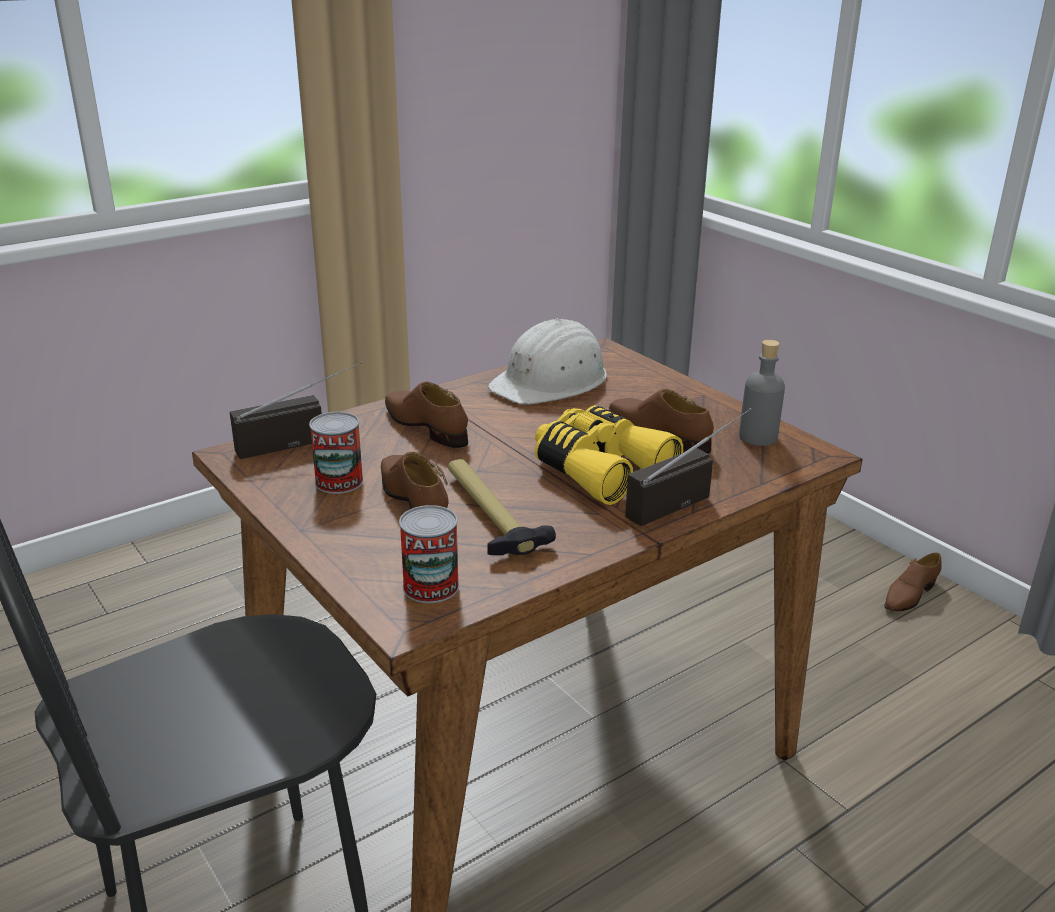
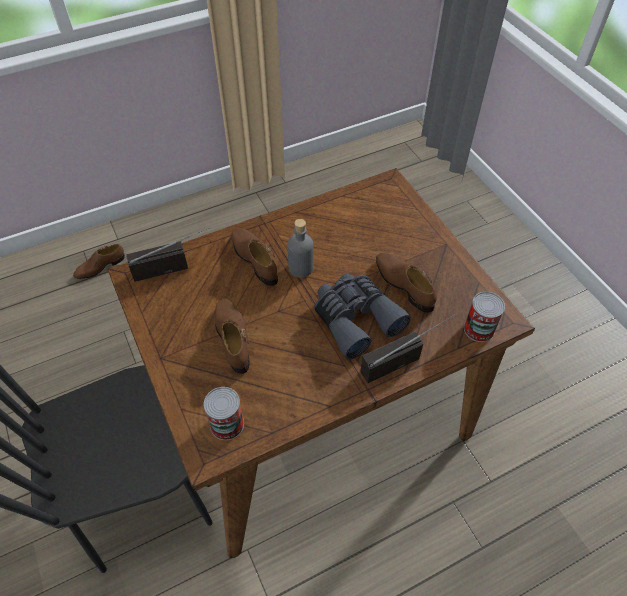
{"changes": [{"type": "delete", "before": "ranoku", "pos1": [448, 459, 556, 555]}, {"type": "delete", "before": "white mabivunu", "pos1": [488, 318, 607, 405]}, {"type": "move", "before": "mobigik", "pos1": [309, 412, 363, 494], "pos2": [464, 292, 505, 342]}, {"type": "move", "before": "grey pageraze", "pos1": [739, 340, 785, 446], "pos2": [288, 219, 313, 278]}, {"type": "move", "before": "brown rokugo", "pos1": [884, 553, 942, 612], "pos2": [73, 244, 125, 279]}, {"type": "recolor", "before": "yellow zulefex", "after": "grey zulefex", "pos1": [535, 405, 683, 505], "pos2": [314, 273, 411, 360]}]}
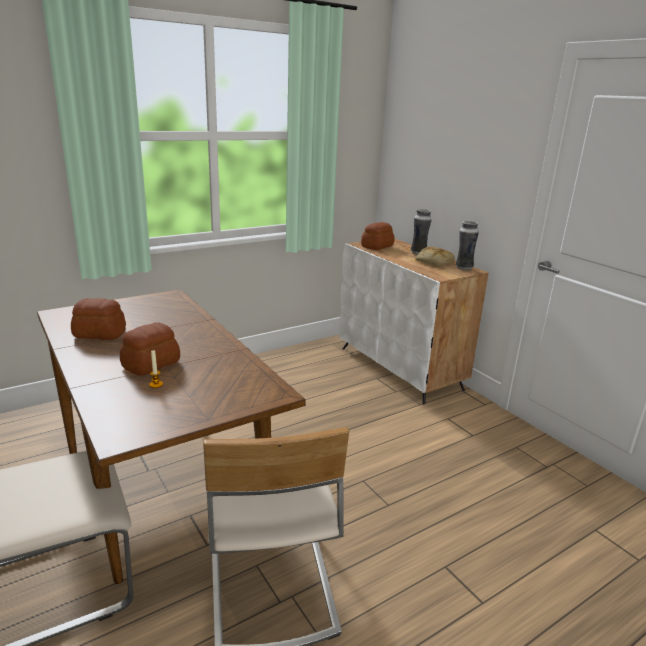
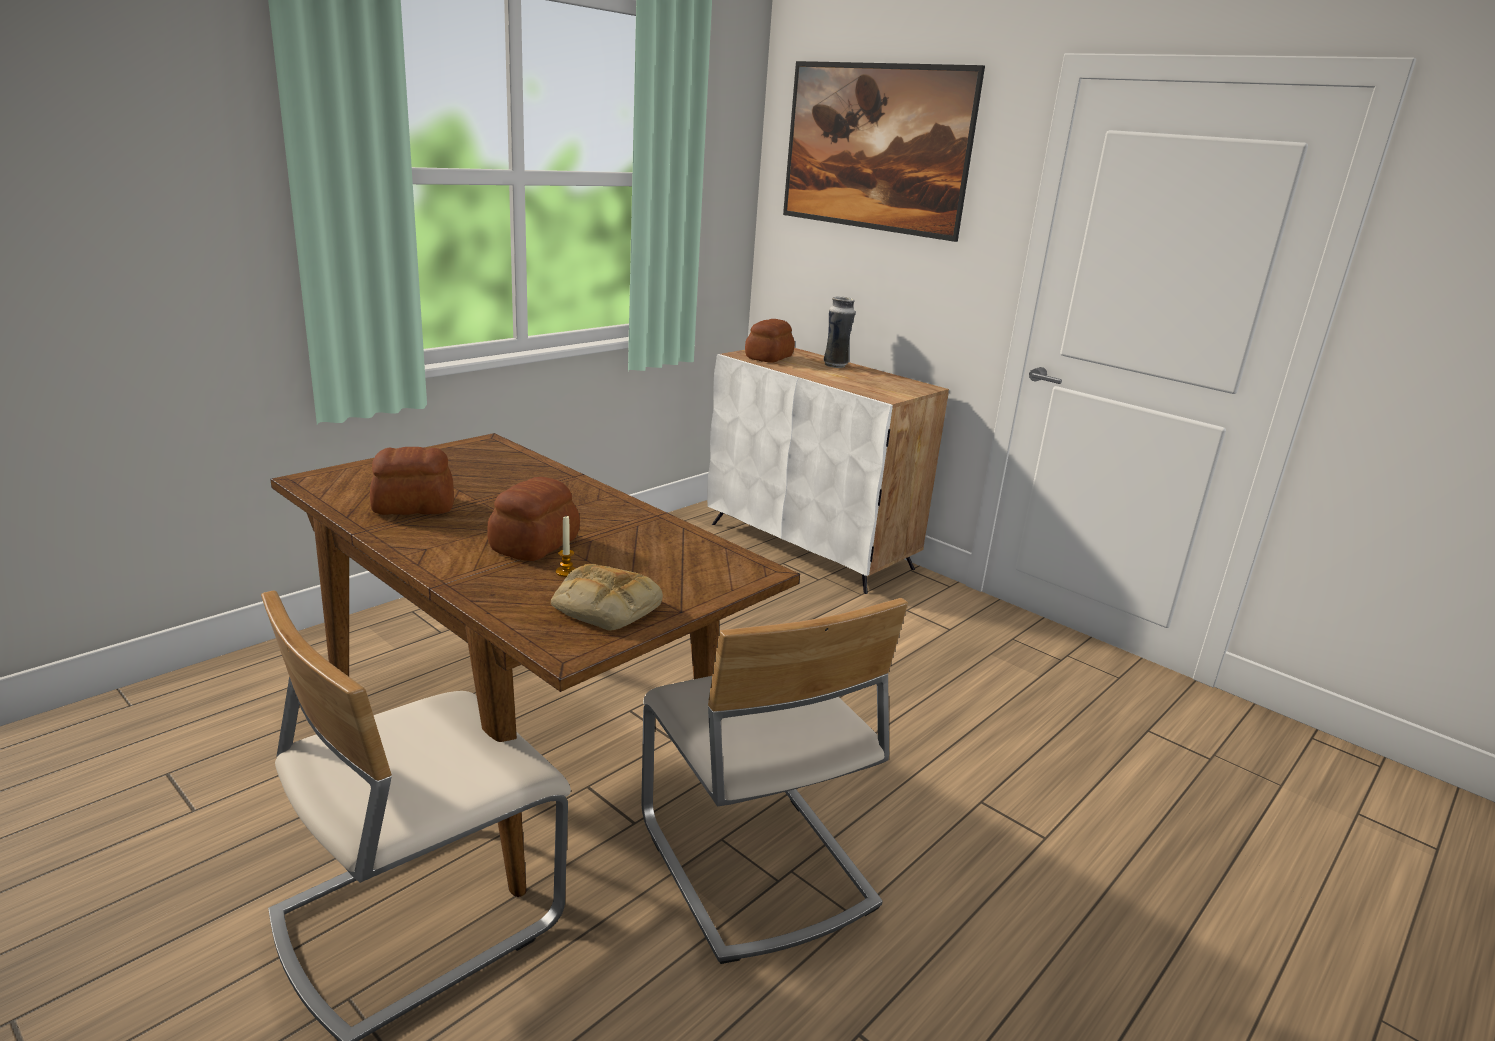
{"changes": [{"type": "delete", "before": "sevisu", "pos1": [456, 221, 479, 271]}, {"type": "insert", "after": "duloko", "pos2": [783, 61, 985, 242]}, {"type": "move", "before": "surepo", "pos1": [415, 247, 455, 267], "pos2": [551, 564, 663, 631]}]}
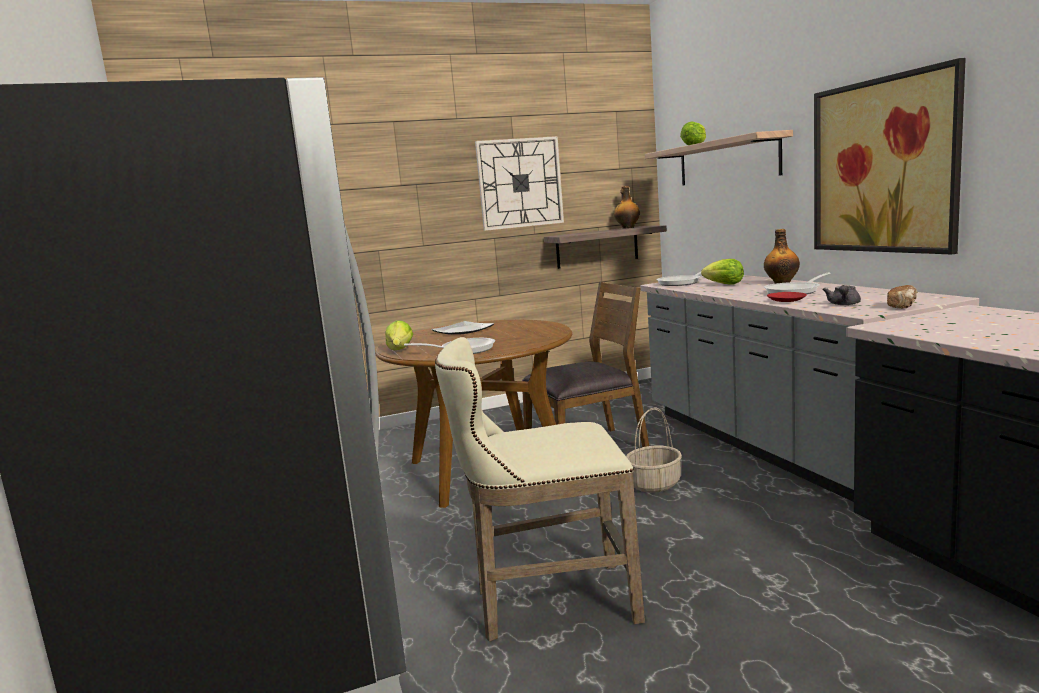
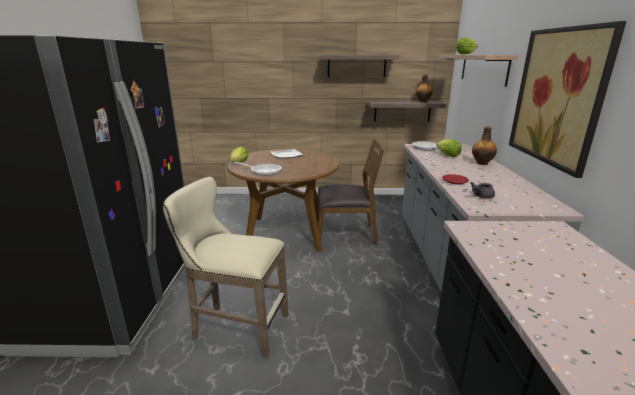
{"changes": [{"type": "delete", "before": "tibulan", "pos1": [626, 407, 682, 493]}, {"type": "delete", "before": "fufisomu", "pos1": [764, 272, 831, 294]}, {"type": "delete", "before": "surepo", "pos1": [887, 285, 918, 309]}, {"type": "replace", "before": "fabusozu", "after": "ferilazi", "pos1": [475, 136, 564, 231], "pos2": [320, 55, 399, 77]}]}
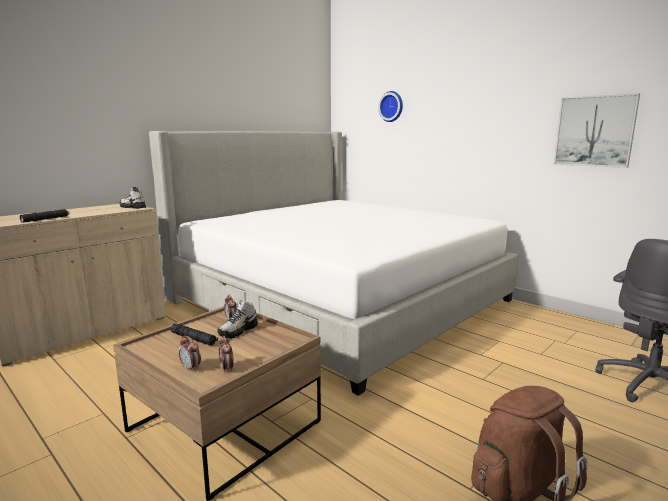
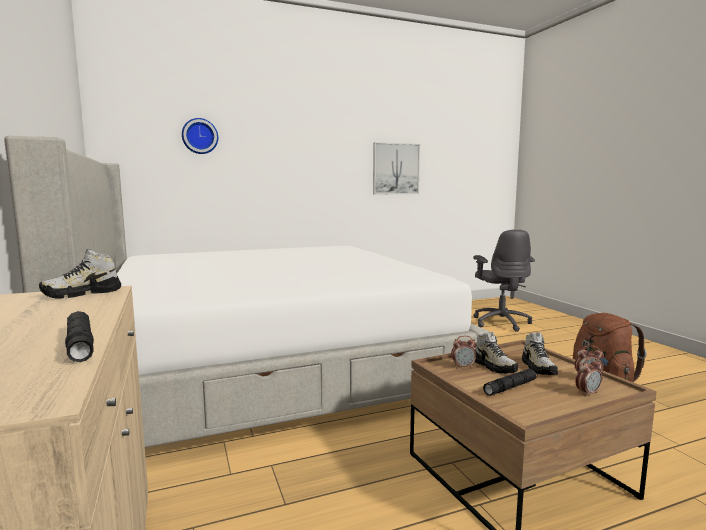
{"changes": [{"type": "insert", "after": "rokugo", "pos2": [522, 333, 558, 375]}]}
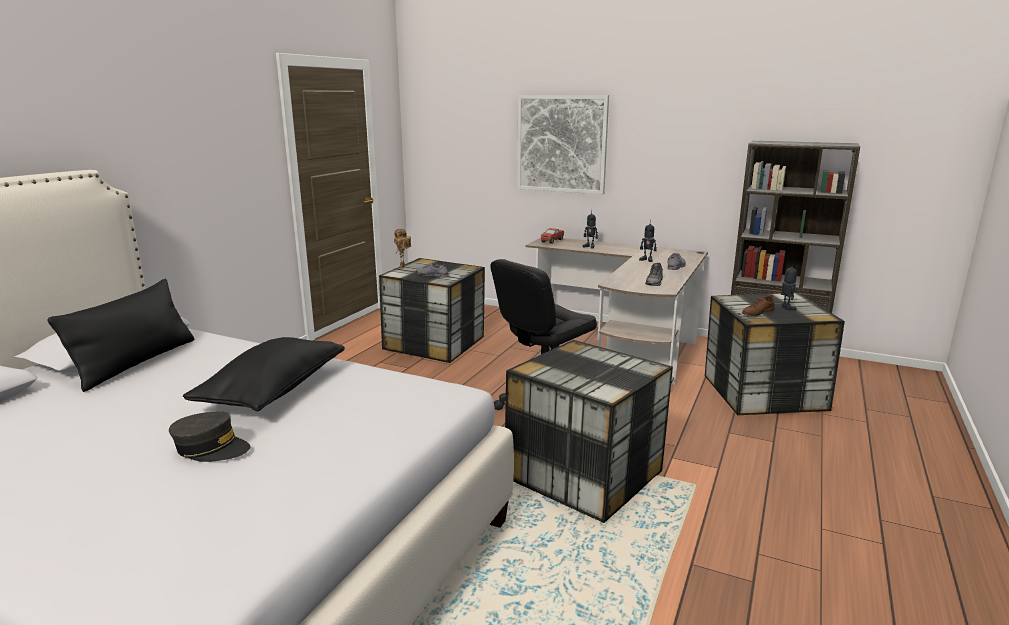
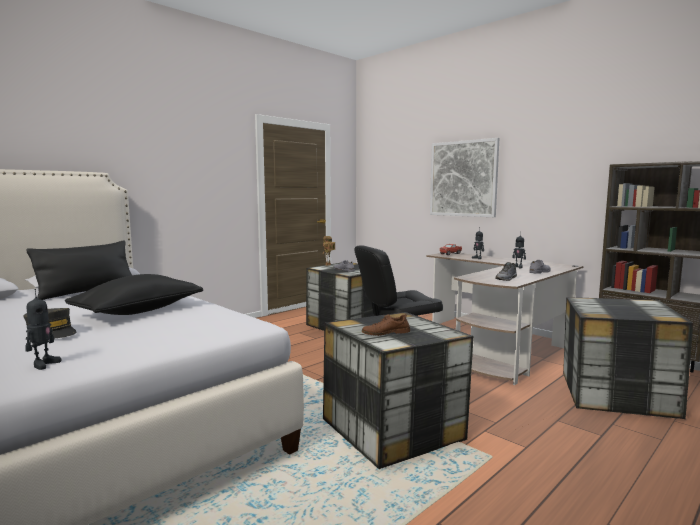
{"changes": [{"type": "move", "before": "brown rokugo", "pos1": [742, 295, 775, 316], "pos2": [362, 314, 410, 336]}, {"type": "move", "before": "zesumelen", "pos1": [781, 261, 797, 311], "pos2": [25, 289, 61, 370]}]}
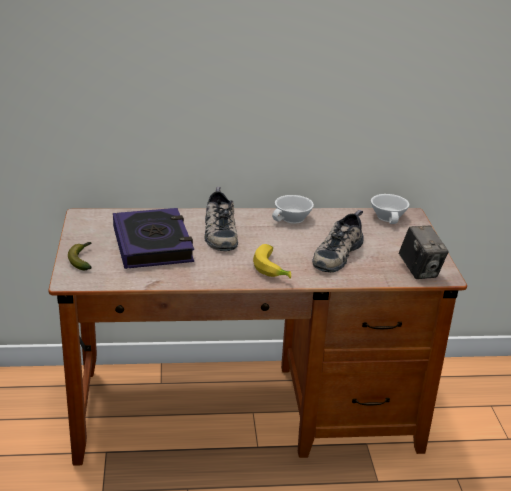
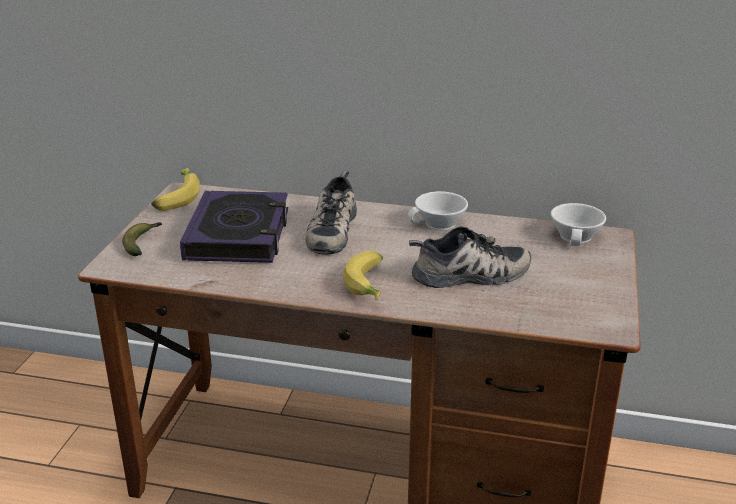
{"changes": [{"type": "delete", "before": "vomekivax", "pos1": [399, 226, 449, 279]}, {"type": "insert", "after": "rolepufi", "pos2": [151, 168, 200, 211]}, {"type": "rotate", "before": "rokugo", "pos1": [312, 210, 363, 272], "pos2": [409, 226, 531, 288], "turn": -150}]}
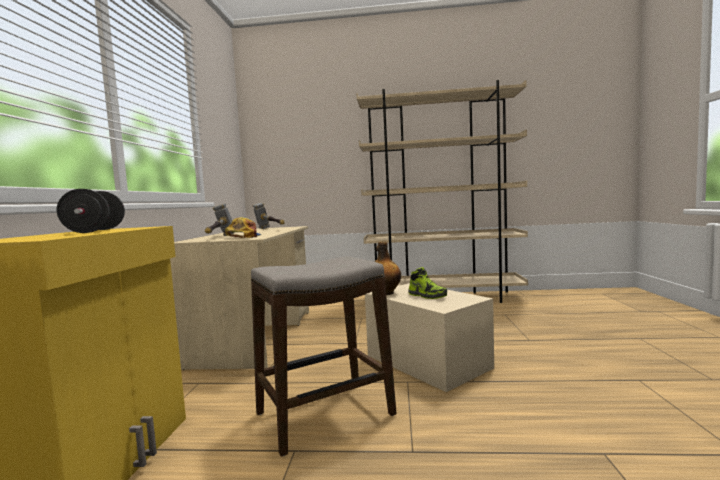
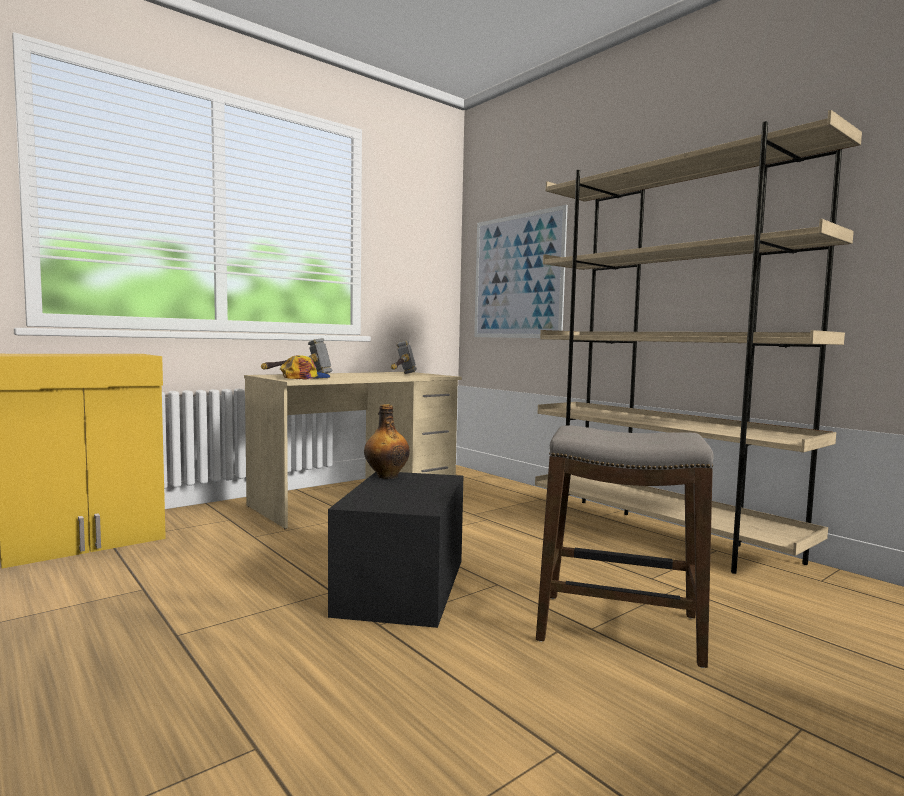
{"changes": [{"type": "delete", "before": "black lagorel", "pos1": [57, 189, 125, 233]}, {"type": "delete", "before": "rokugo", "pos1": [408, 267, 447, 299]}, {"type": "insert", "after": "duloko", "pos2": [474, 205, 568, 338]}, {"type": "move", "before": "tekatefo", "pos1": [251, 256, 397, 457], "pos2": [536, 425, 714, 668]}, {"type": "recolor", "before": "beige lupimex", "after": "black lupimex", "pos1": [365, 283, 494, 392], "pos2": [328, 472, 463, 628]}]}
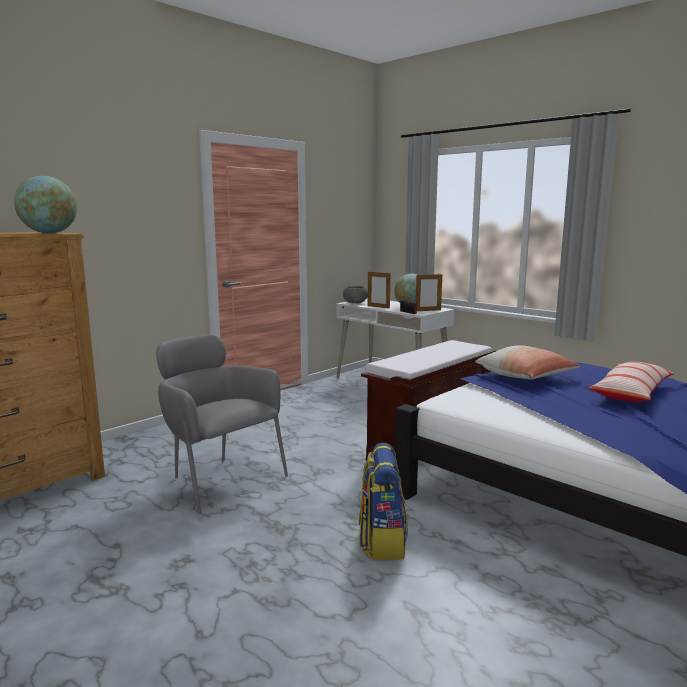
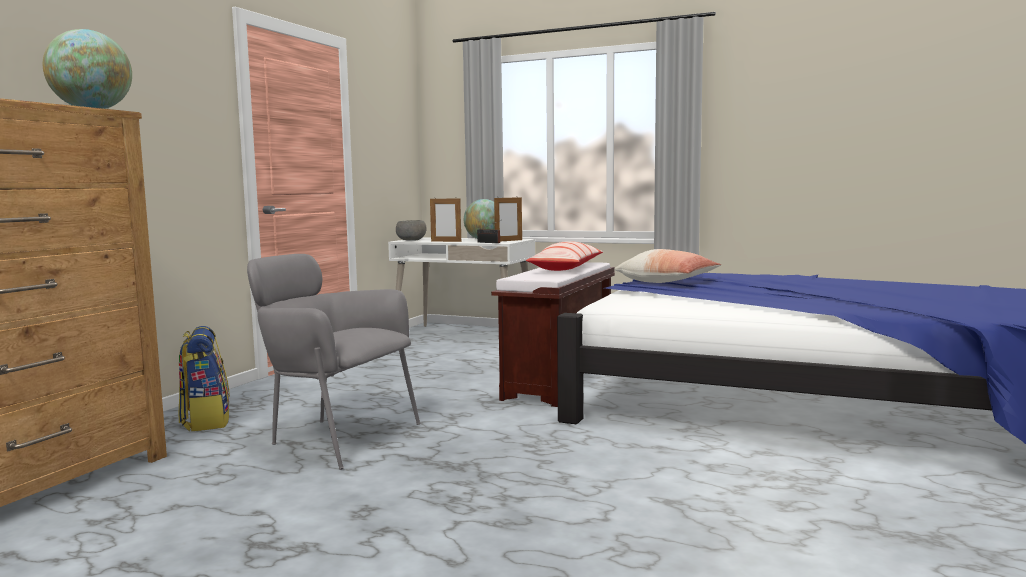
{"changes": [{"type": "move", "before": "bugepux", "pos1": [359, 443, 408, 560], "pos2": [178, 326, 230, 431]}, {"type": "move", "before": "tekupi", "pos1": [588, 362, 674, 402], "pos2": [526, 241, 603, 271]}]}
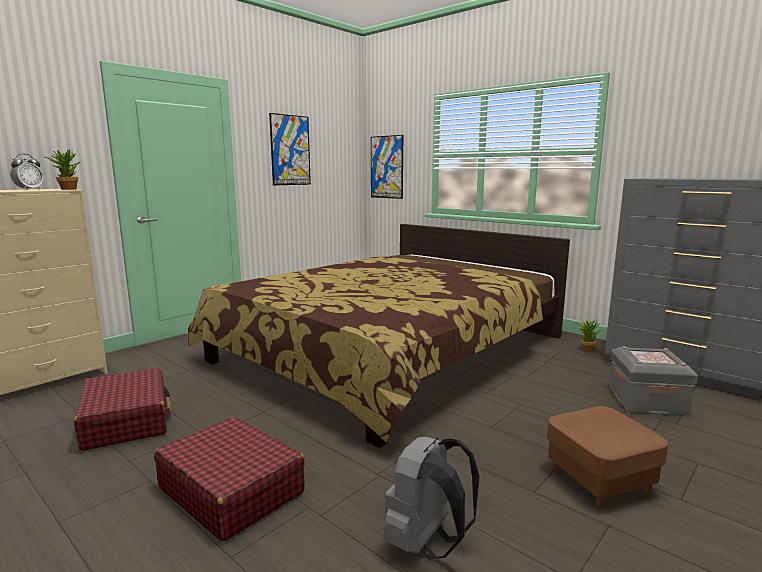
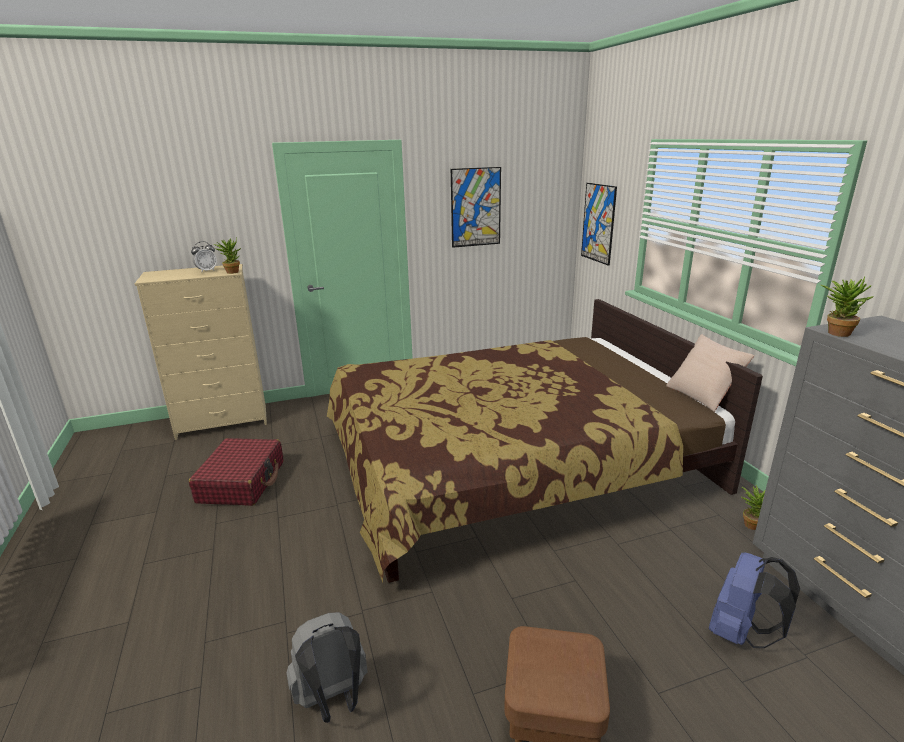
{"changes": [{"type": "delete", "before": "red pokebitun", "pos1": [154, 417, 305, 542]}, {"type": "insert", "after": "beige tekupi", "pos2": [666, 334, 754, 412]}, {"type": "insert", "after": "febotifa", "pos2": [821, 276, 874, 337]}, {"type": "replace", "before": "grey lupimex", "after": "blue bugepux", "pos1": [609, 346, 698, 415], "pos2": [709, 552, 800, 648]}]}
